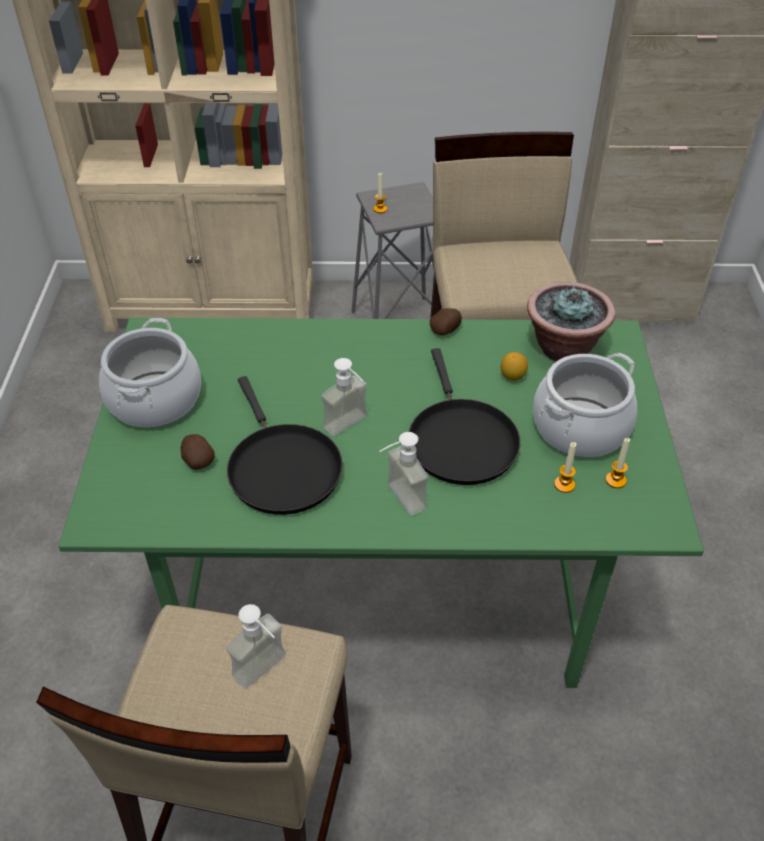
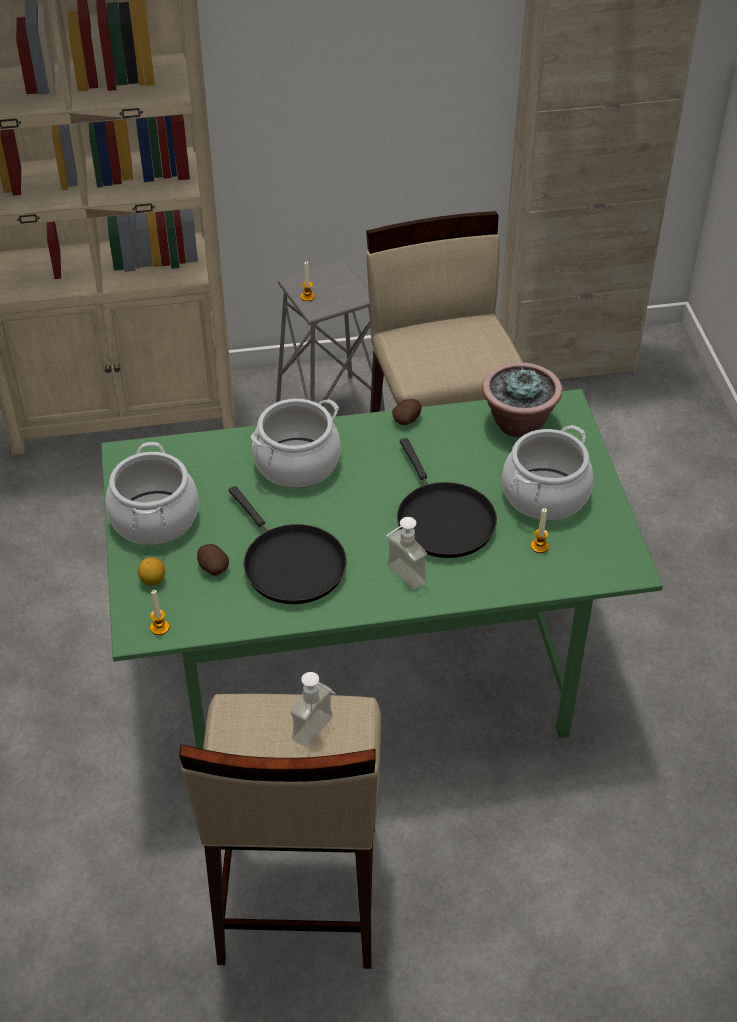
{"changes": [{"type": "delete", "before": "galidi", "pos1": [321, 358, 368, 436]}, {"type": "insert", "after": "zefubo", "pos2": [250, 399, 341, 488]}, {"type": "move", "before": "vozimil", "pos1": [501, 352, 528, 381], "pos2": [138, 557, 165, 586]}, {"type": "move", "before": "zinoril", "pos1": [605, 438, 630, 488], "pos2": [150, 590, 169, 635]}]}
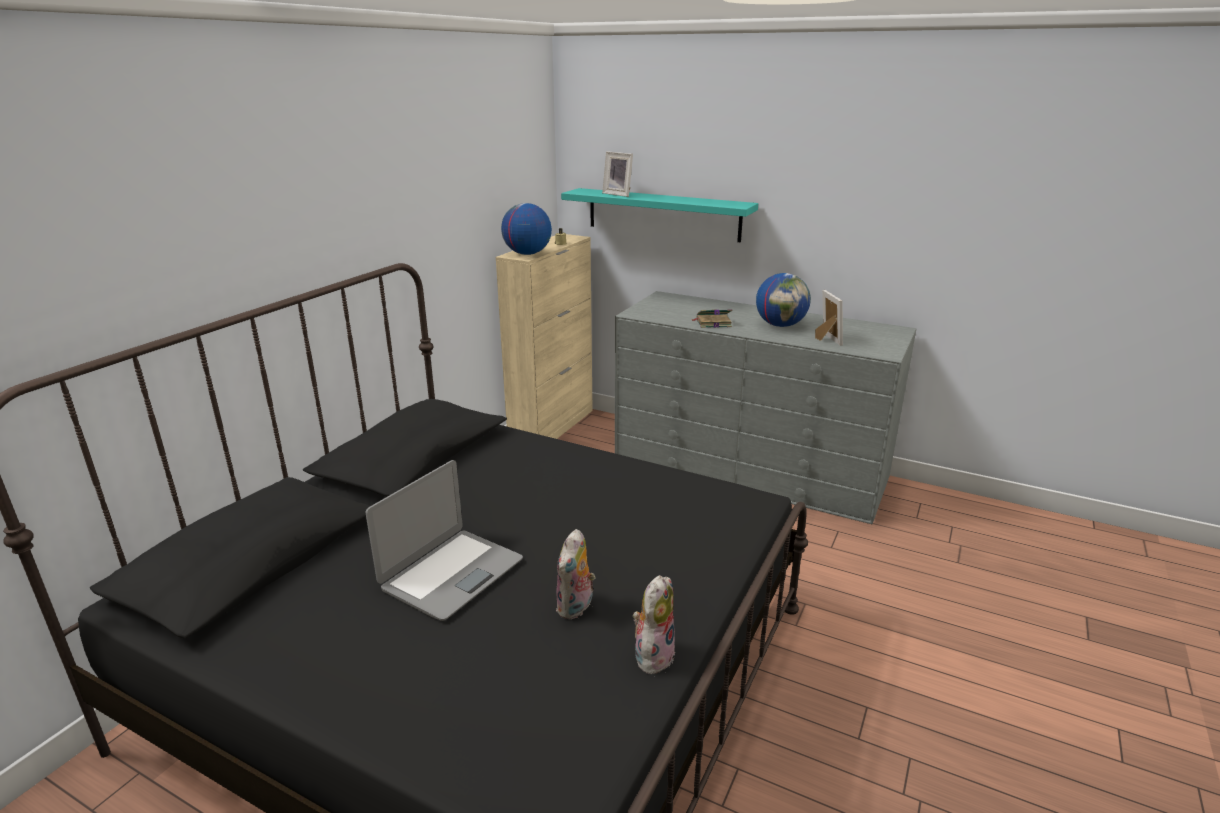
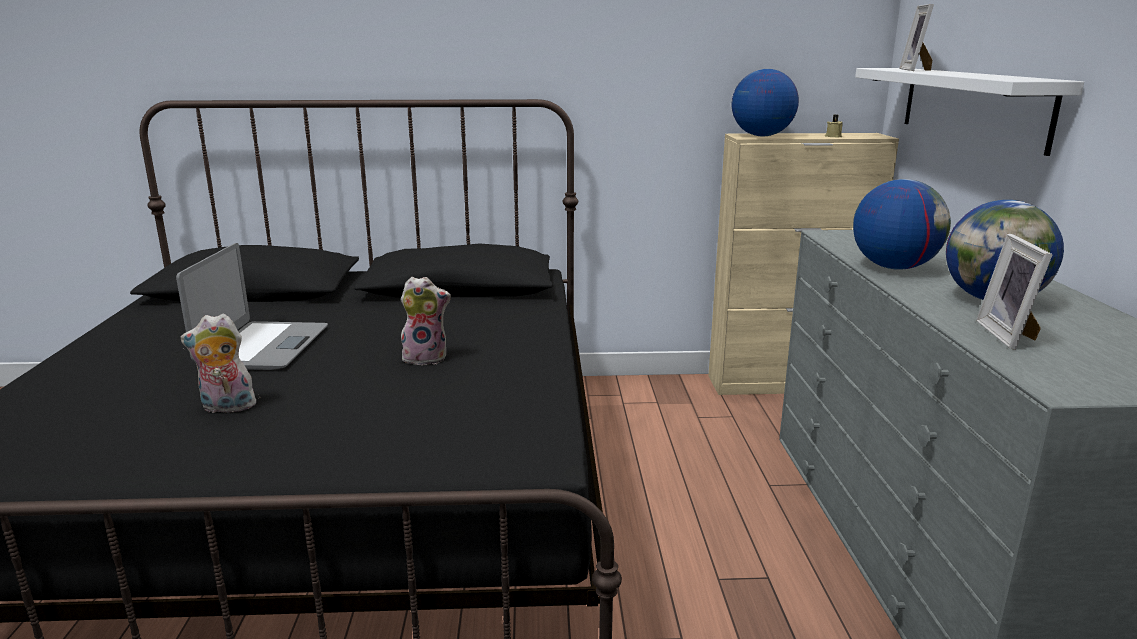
{"changes": [{"type": "move", "before": "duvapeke", "pos1": [633, 575, 675, 674], "pos2": [400, 277, 451, 365]}, {"type": "replace", "before": "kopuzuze", "after": "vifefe", "pos1": [691, 309, 732, 328], "pos2": [853, 179, 951, 270]}, {"type": "recolor", "before": "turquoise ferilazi", "after": "white ferilazi", "pos1": [561, 188, 758, 242], "pos2": [855, 68, 1084, 156]}, {"type": "rotate", "before": "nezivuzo", "pos1": [366, 460, 523, 621], "pos2": [176, 243, 328, 370], "turn": -90}, {"type": "rotate", "before": "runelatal", "pos1": [815, 290, 843, 346], "pos2": [976, 234, 1052, 350], "turn": 135}]}
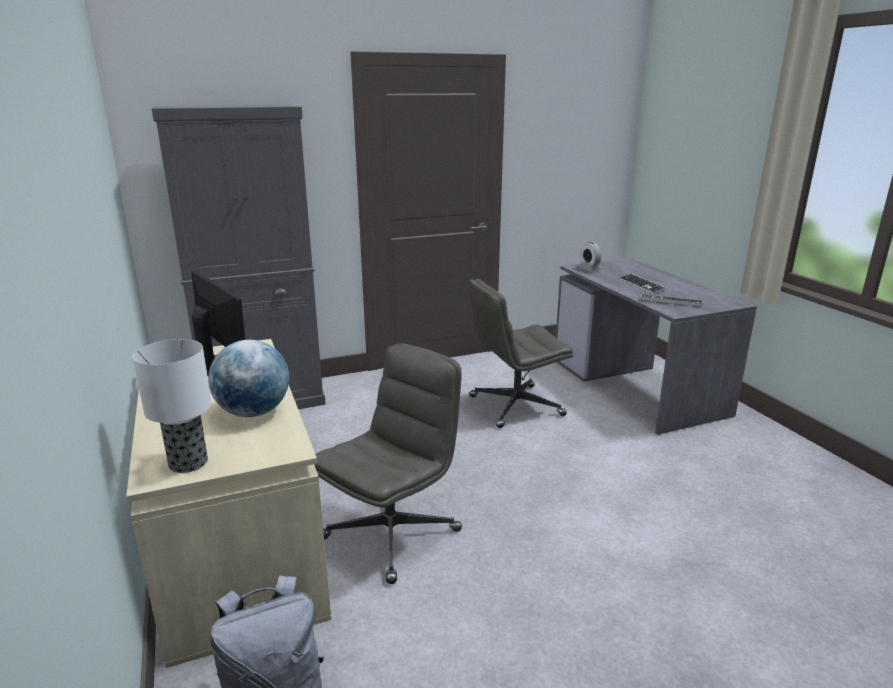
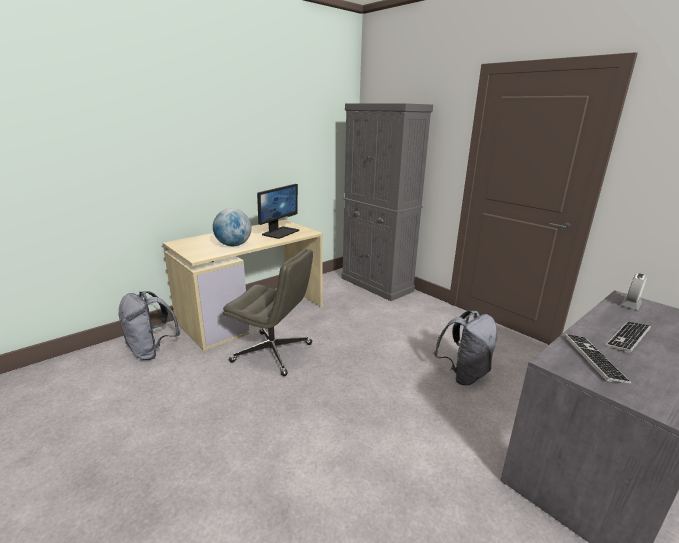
{"changes": [{"type": "delete", "before": "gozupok", "pos1": [133, 339, 212, 473]}, {"type": "replace", "before": "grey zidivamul", "after": "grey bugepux", "pos1": [468, 279, 573, 428], "pos2": [434, 311, 498, 385]}]}
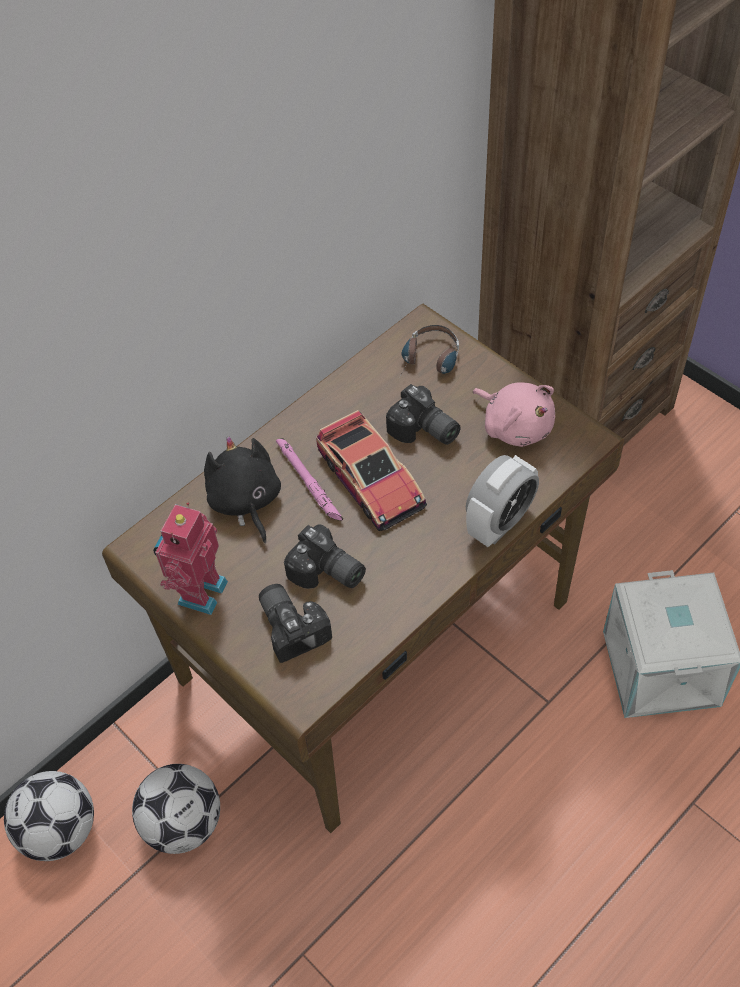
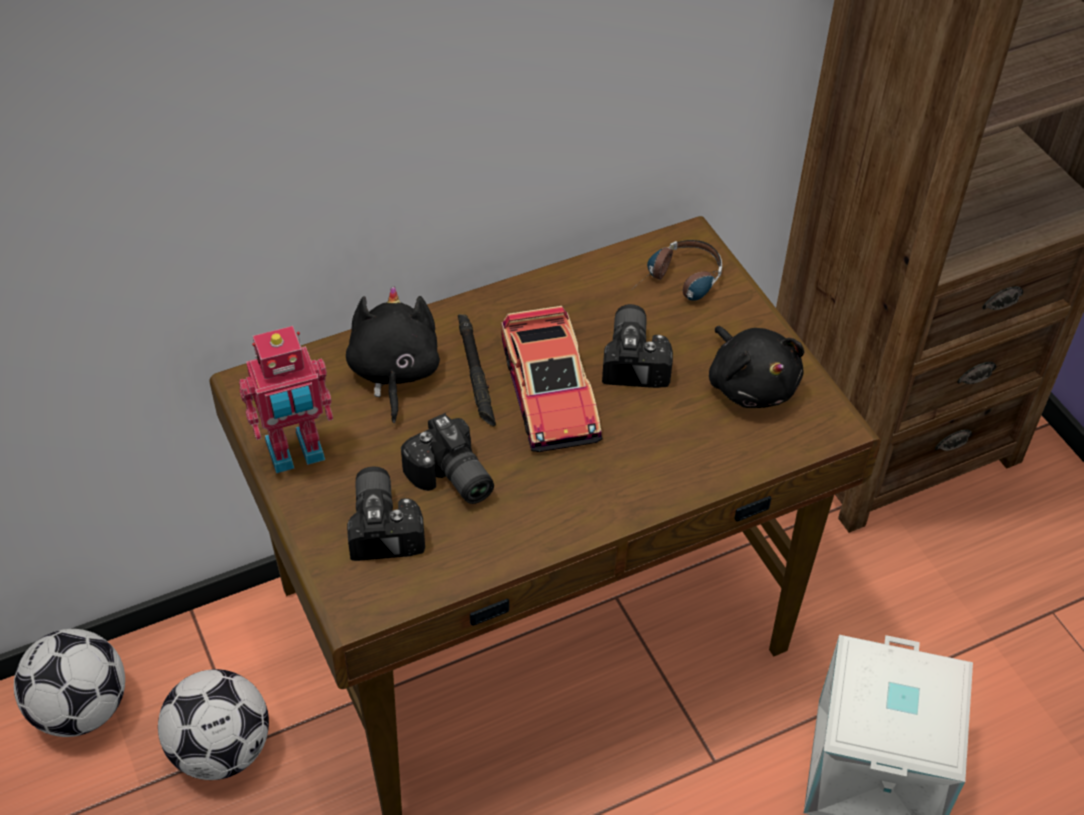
{"changes": [{"type": "delete", "before": "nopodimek", "pos1": [466, 455, 539, 547]}, {"type": "recolor", "before": "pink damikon", "after": "black damikon", "pos1": [276, 438, 343, 521], "pos2": [458, 314, 496, 426]}, {"type": "recolor", "before": "pink duvapeke", "after": "black duvapeke", "pos1": [473, 382, 555, 447], "pos2": [709, 326, 804, 408]}, {"type": "rotate", "before": "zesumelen", "pos1": [153, 503, 228, 615], "pos2": [239, 326, 333, 473], "turn": -150}, {"type": "rotate", "before": "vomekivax", "pos1": [386, 384, 461, 445], "pos2": [602, 304, 673, 388], "turn": -150}]}
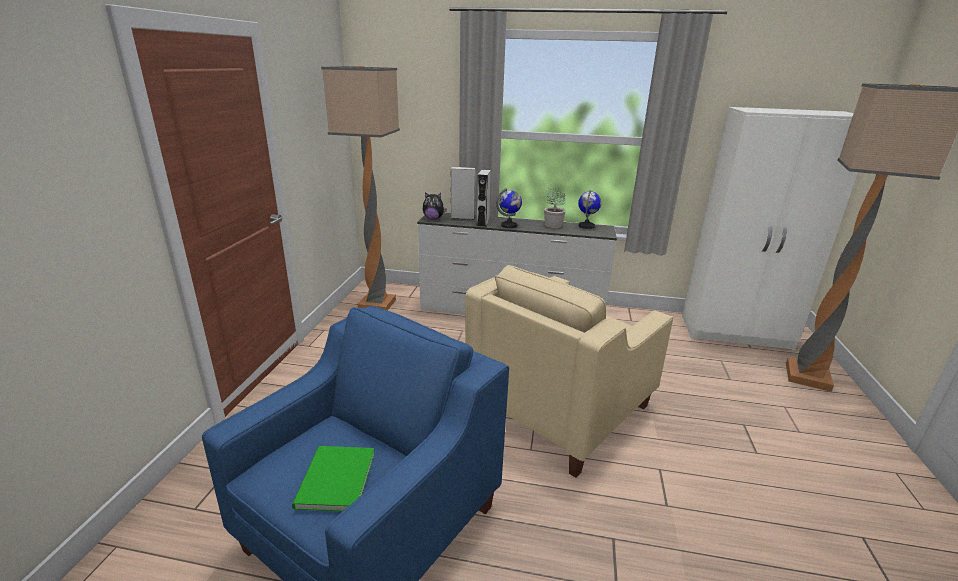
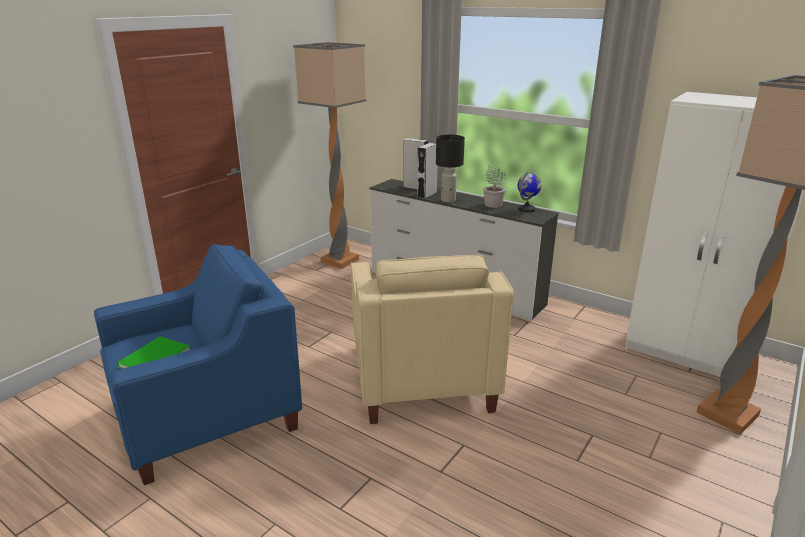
{"changes": [{"type": "delete", "before": "duvapeke", "pos1": [423, 192, 447, 219]}, {"type": "replace", "before": "vifefe", "after": "black gozupok", "pos1": [496, 188, 522, 228], "pos2": [436, 135, 465, 202]}, {"type": "rotate", "before": "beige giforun", "pos1": [465, 265, 673, 478], "pos2": [351, 255, 514, 424], "turn": -75}]}
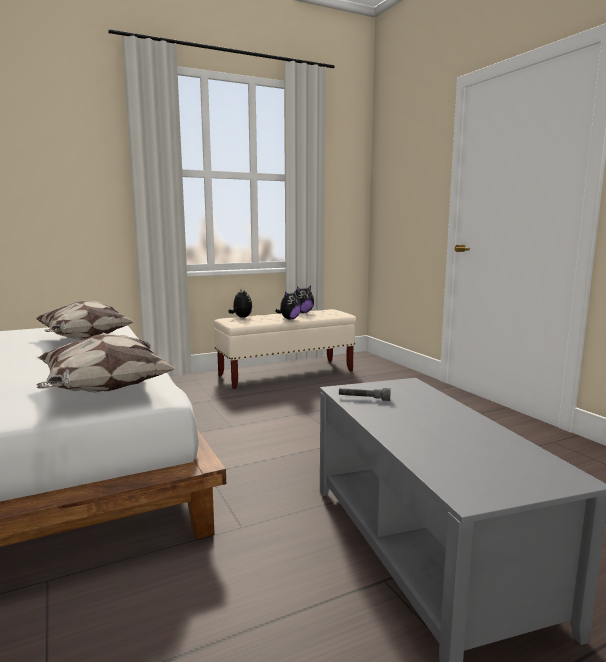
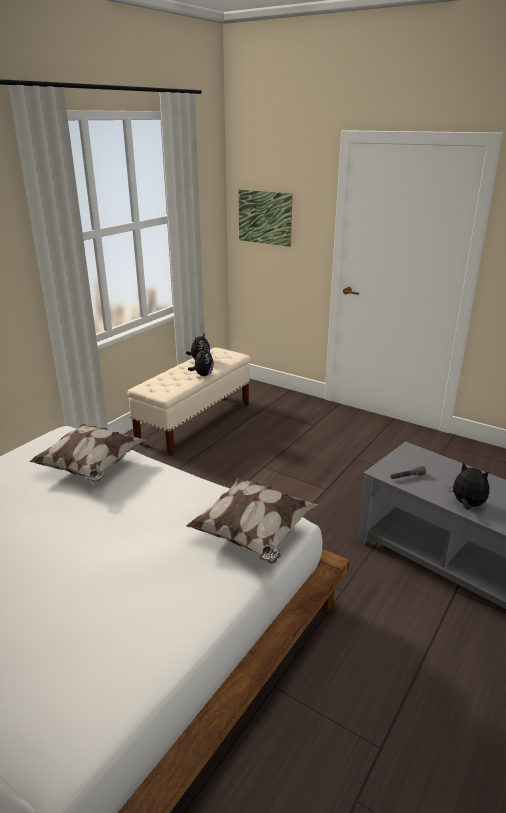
{"changes": [{"type": "insert", "after": "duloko", "pos2": [238, 189, 293, 247]}, {"type": "move", "before": "duvapeke", "pos1": [229, 290, 252, 318], "pos2": [447, 462, 489, 509]}]}
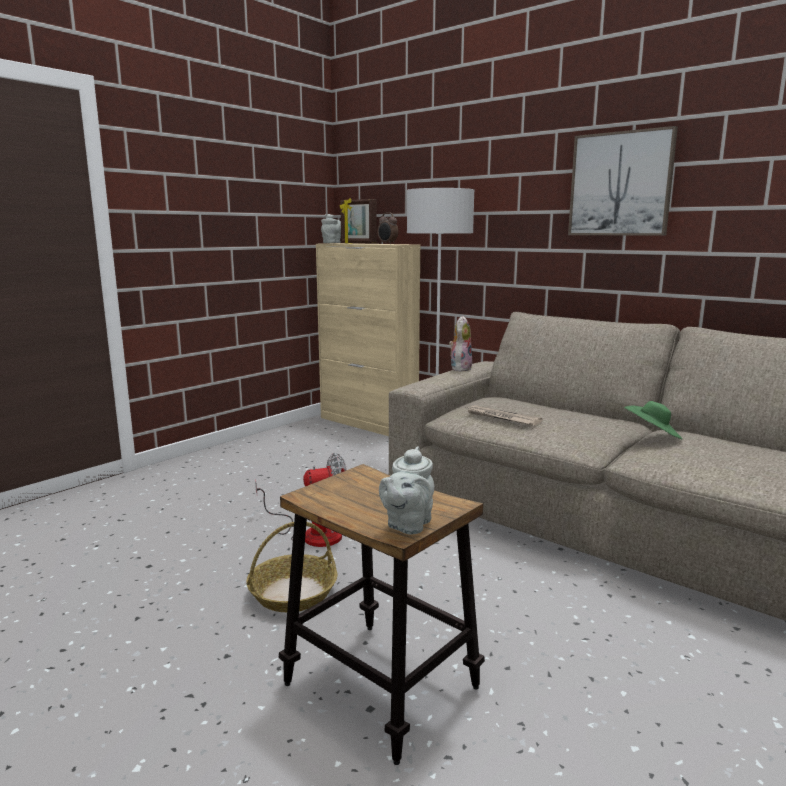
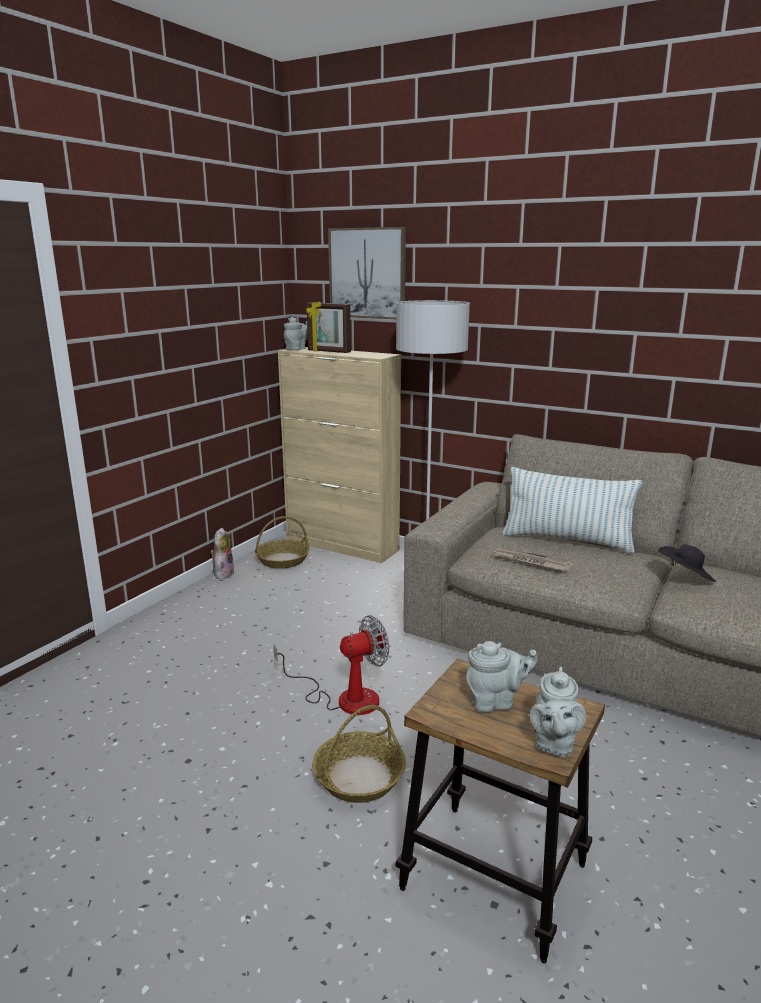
{"changes": [{"type": "delete", "before": "nopodimek", "pos1": [377, 212, 398, 244]}, {"type": "insert", "after": "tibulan", "pos2": [255, 516, 310, 569]}, {"type": "insert", "after": "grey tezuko", "pos2": [466, 641, 538, 712]}, {"type": "insert", "after": "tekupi", "pos2": [502, 467, 642, 553]}, {"type": "move", "before": "duvapeke", "pos1": [449, 316, 472, 372], "pos2": [210, 528, 235, 579]}, {"type": "move", "before": "duloko", "pos1": [568, 126, 678, 236], "pos2": [328, 227, 406, 319]}, {"type": "recolor", "before": "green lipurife", "after": "black lipurife", "pos1": [624, 401, 683, 440], "pos2": [658, 544, 716, 582]}]}
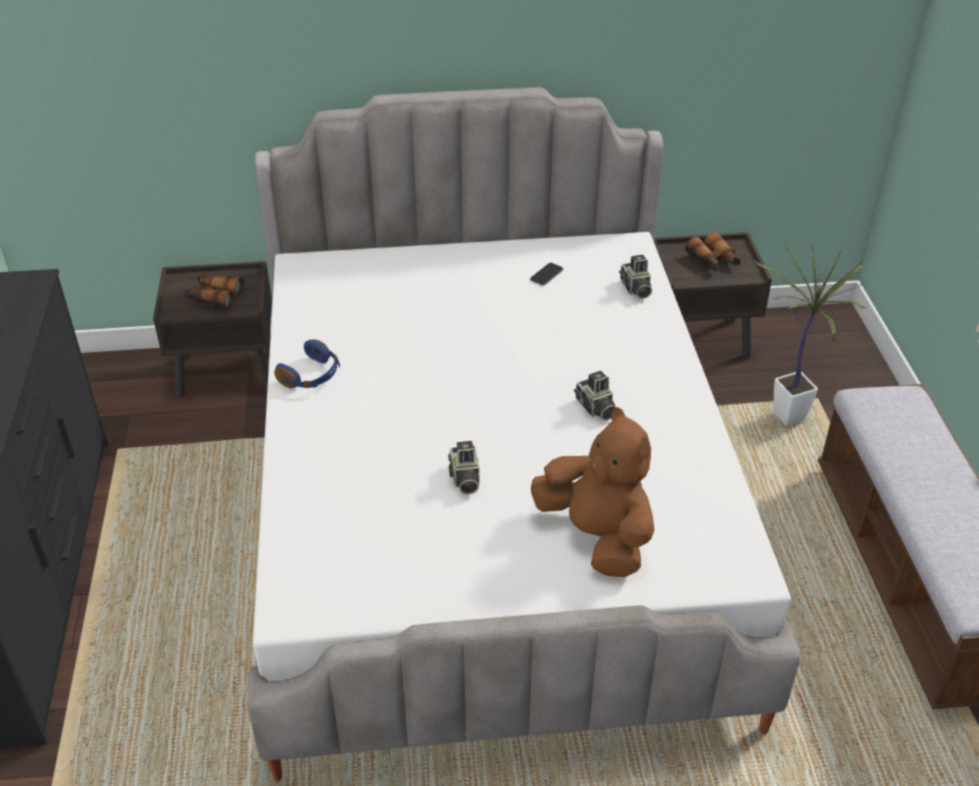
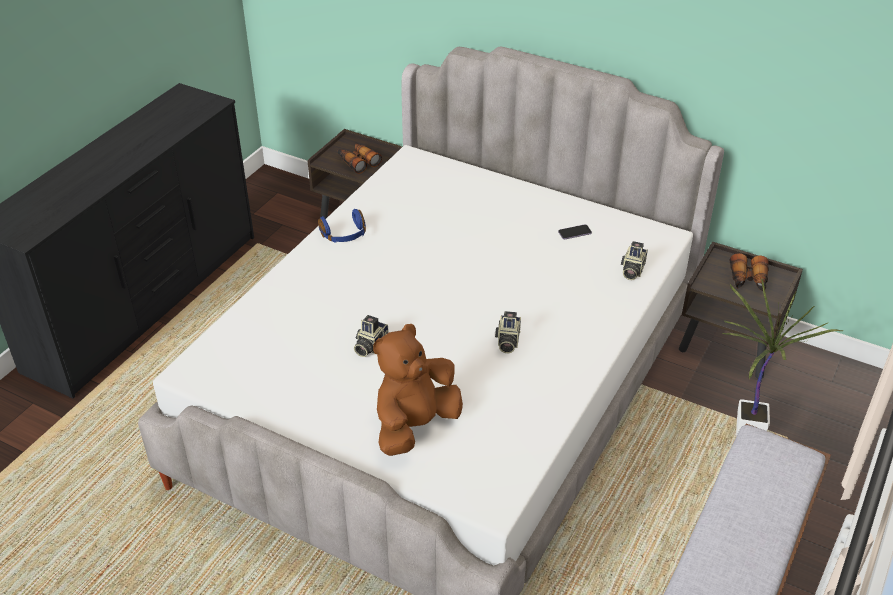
{"changes": [{"type": "rotate", "before": "brown duvapeke", "pos1": [531, 407, 654, 577], "pos2": [373, 324, 463, 456], "turn": -135}]}
